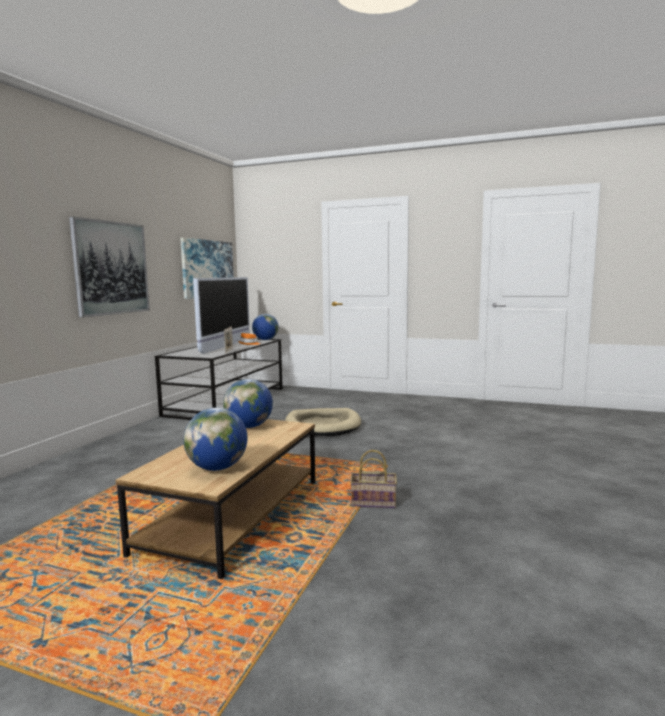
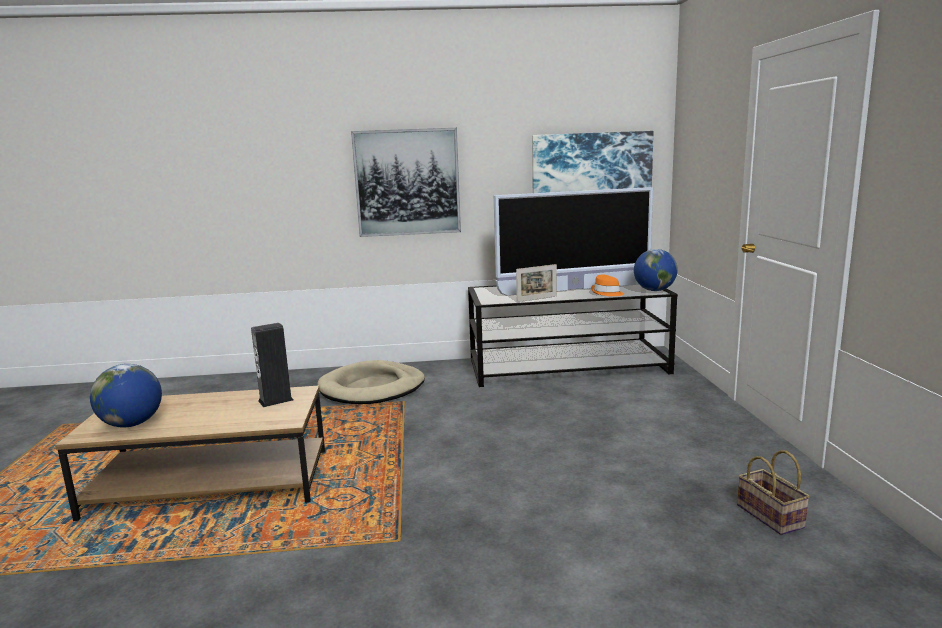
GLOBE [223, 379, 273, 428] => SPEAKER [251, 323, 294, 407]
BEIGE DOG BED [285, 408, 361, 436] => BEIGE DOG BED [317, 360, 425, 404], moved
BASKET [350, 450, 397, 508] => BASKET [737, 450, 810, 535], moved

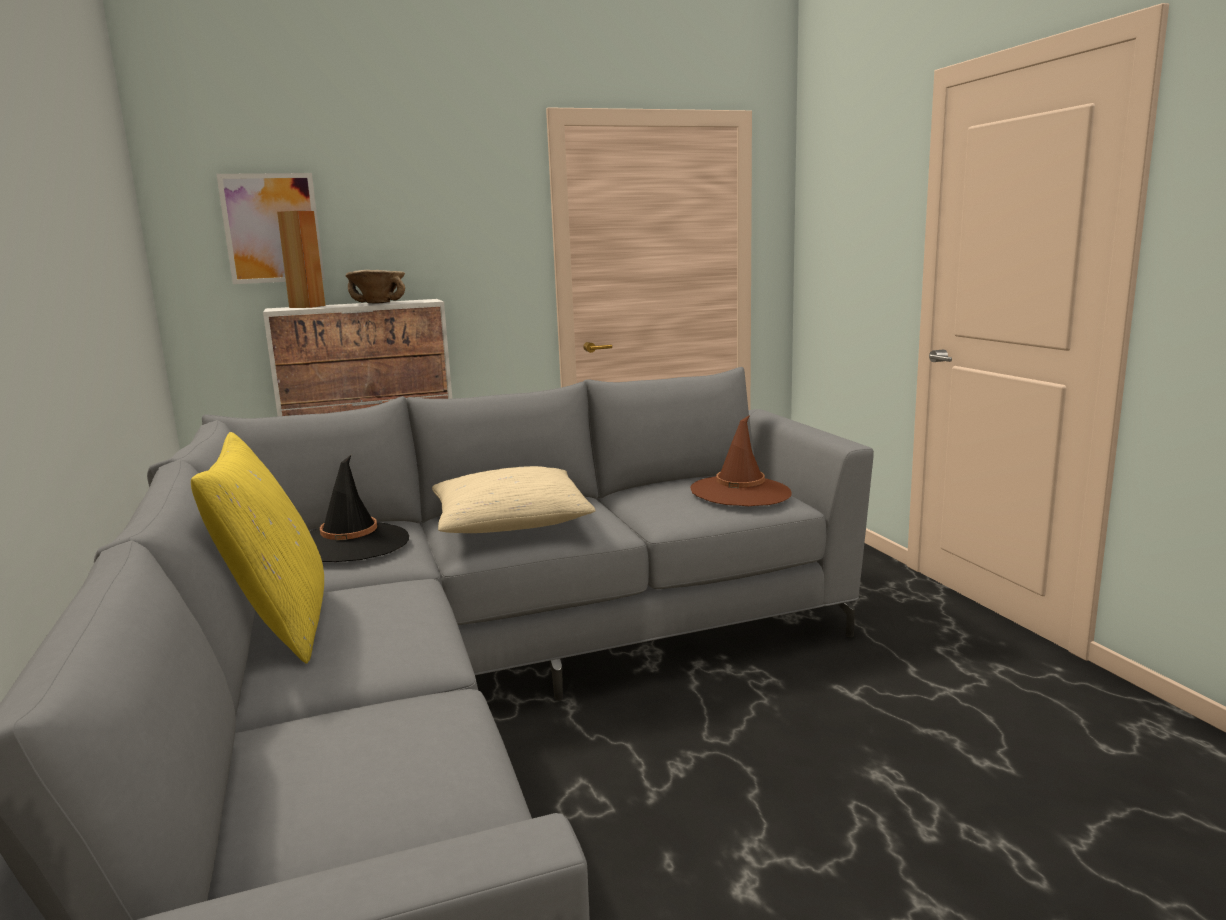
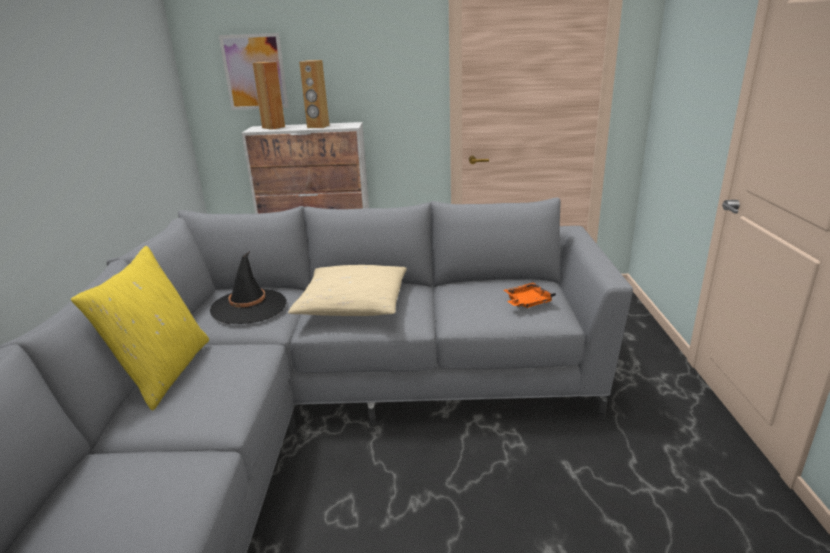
BEIGE BOWL [345, 270, 405, 304] => BROWN SPEAKER [299, 60, 329, 128]
BROWN HAT [690, 415, 792, 506] => ORANGE TRAY [504, 283, 556, 308]

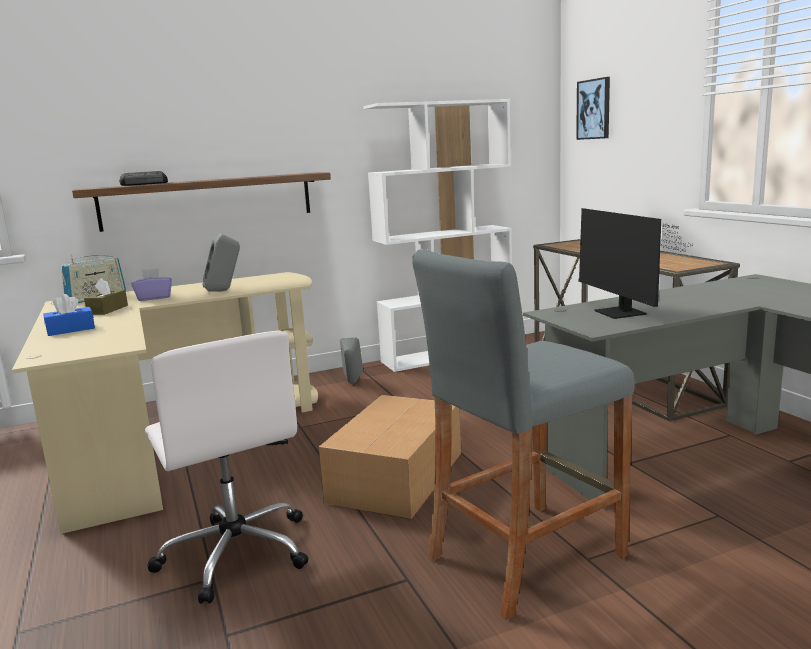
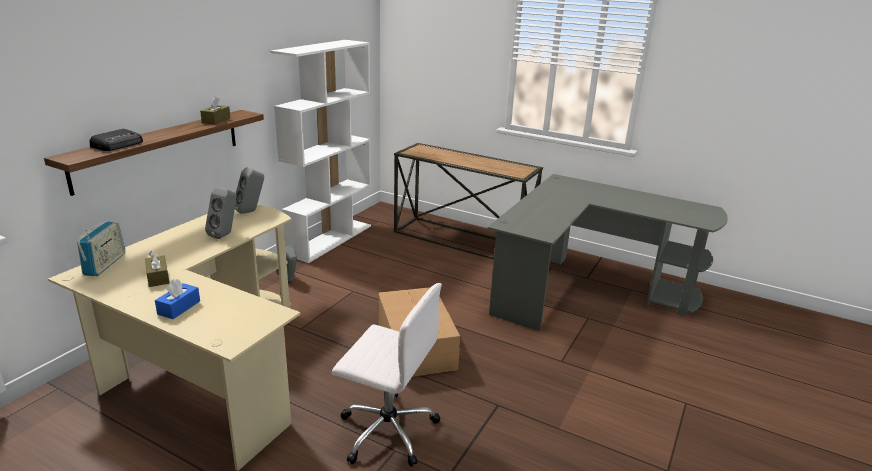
PURPLE TISSUE BOX [131, 268, 172, 301] => nothing
GREY STOOL [412, 249, 635, 620] => nothing
PICTURE [576, 77, 610, 140] => nothing
MONITOR [578, 208, 693, 319] => nothing
nothing => BROWN TISSUE BOX [200, 97, 230, 124]
nothing => GREY SPEAKER [235, 167, 264, 214]

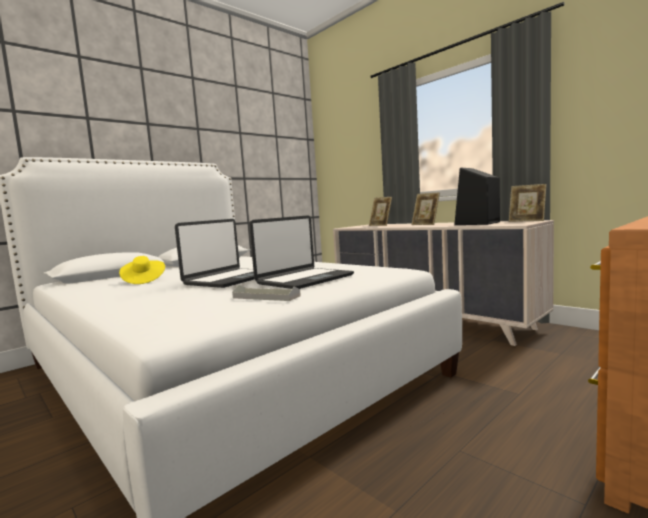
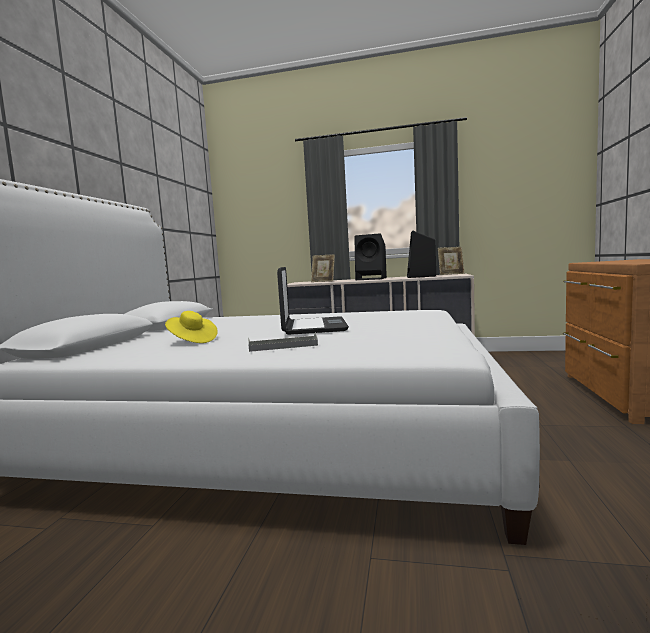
GREY TRAY [232, 285, 301, 301] => GREY TRAY [248, 332, 318, 352], moved
LAPTOP [249, 215, 354, 289] => nothing
PICTURE FRAME [412, 192, 440, 225] => BLACK SPEAKER [354, 233, 387, 280]

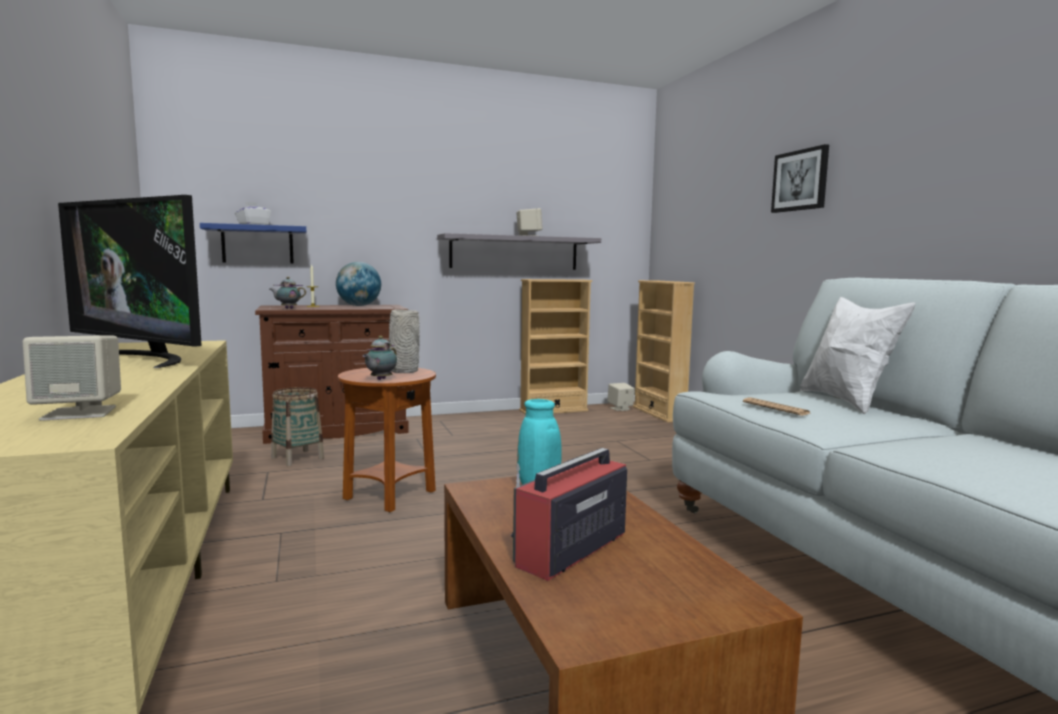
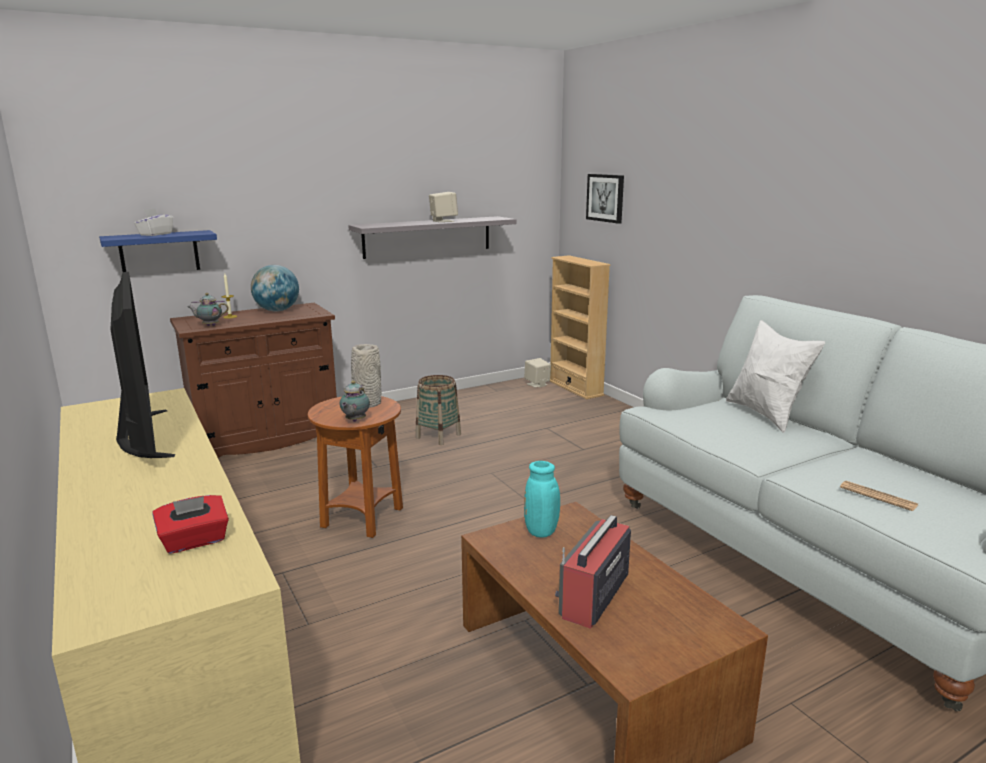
BEIGE SPEAKER [23, 335, 121, 421] => RED TISSUE BOX [152, 495, 229, 554]
TELEVISION [58, 195, 202, 368] => TELEVISION [110, 272, 175, 458], 135 degrees counterclockwise
BASKET [271, 387, 324, 466] => BASKET [416, 375, 461, 445], moved
BEIGE BOOKCASE [519, 279, 592, 415] => nothing
NEWSPAPER [743, 398, 812, 416] => NEWSPAPER [840, 481, 918, 511], moved
PICTURE [771, 144, 829, 213] => PICTURE [586, 174, 624, 224], moved

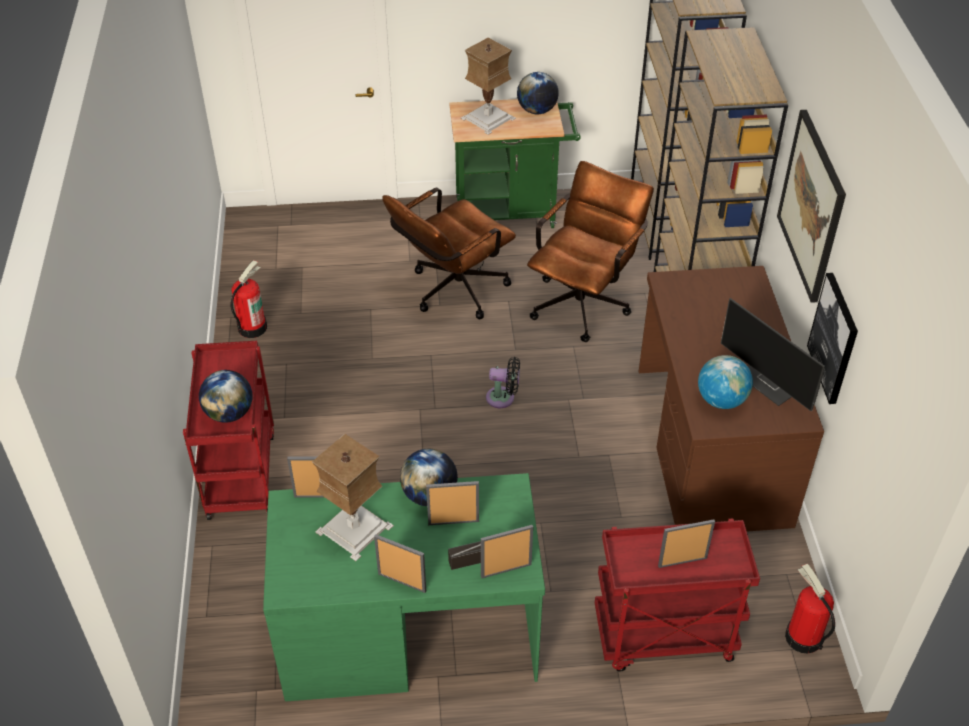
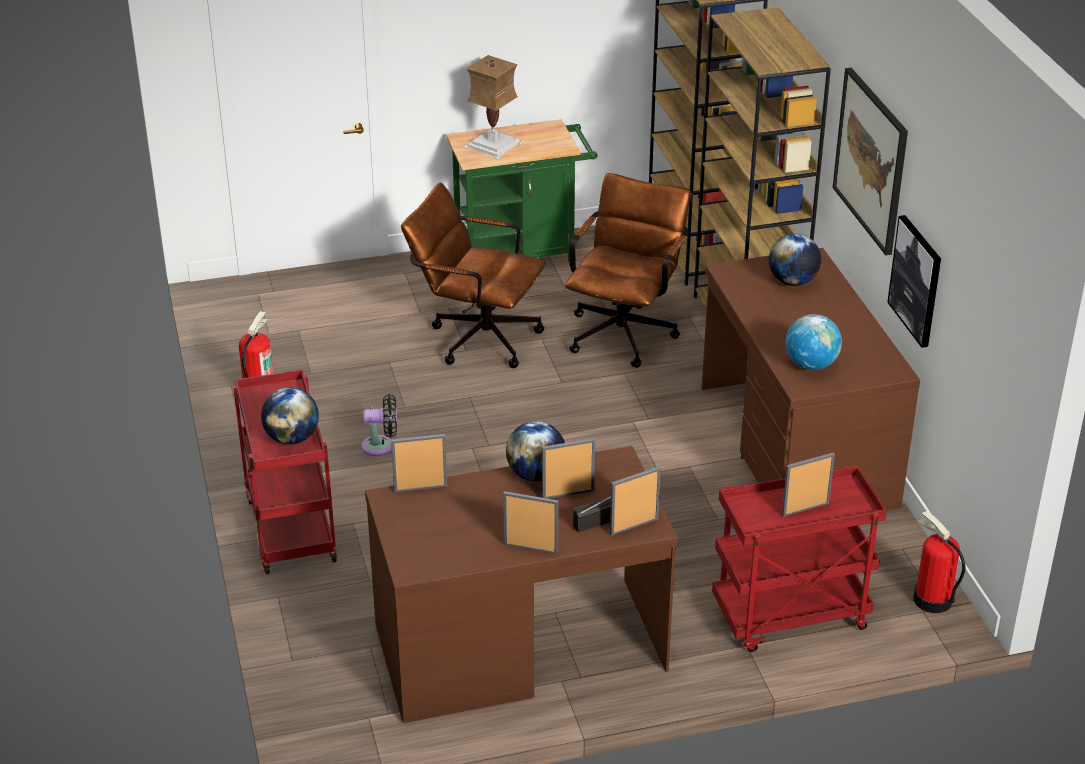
GREEN DESK [263, 473, 545, 701] => BROWN DESK [365, 446, 678, 723]
TABLE LAMP [312, 434, 394, 561] => nothing
BROWN OFFICE CHAIR [382, 188, 516, 319] => BROWN OFFICE CHAIR [401, 183, 546, 368], 75 degrees clockwise
BLACK FAN [486, 357, 520, 408] => BLACK FAN [362, 394, 397, 456], moved
GLOBE [517, 72, 559, 115] => GLOBE [769, 233, 821, 286], moved
MONITOR [721, 298, 825, 411] => nothing

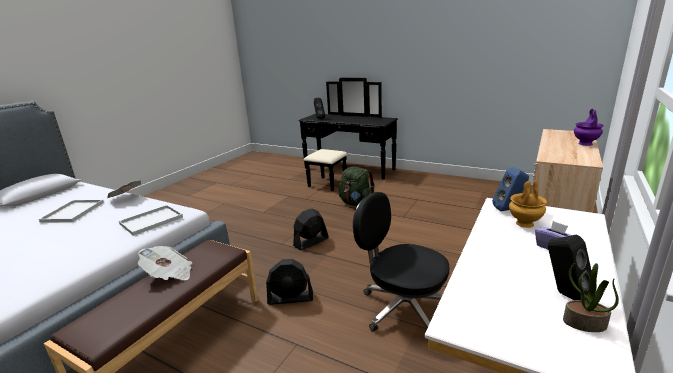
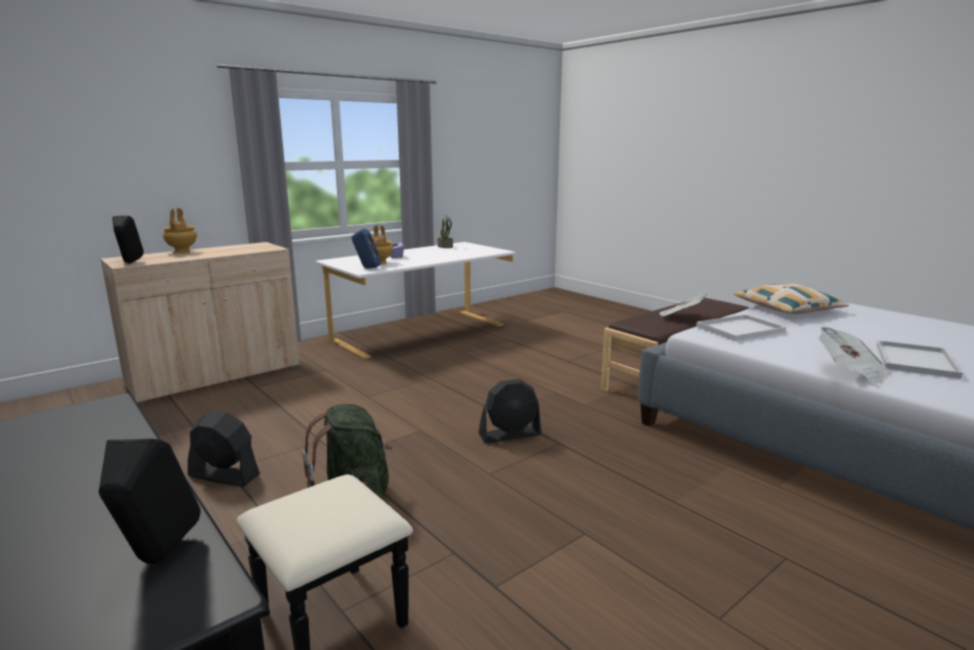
BLACK FAN [266, 259, 313, 305] => BLACK FAN [188, 411, 260, 487], moved
BLACK OFFICE CHAIR [353, 192, 449, 340] => nothing
BLACK SPEAKER [548, 235, 591, 300] => BLACK SPEAKER [112, 216, 144, 264], moved
PURPLE VASE [574, 109, 604, 146] => BROWN VASE [162, 208, 197, 253]
nothing => PILLOW [734, 283, 849, 314]

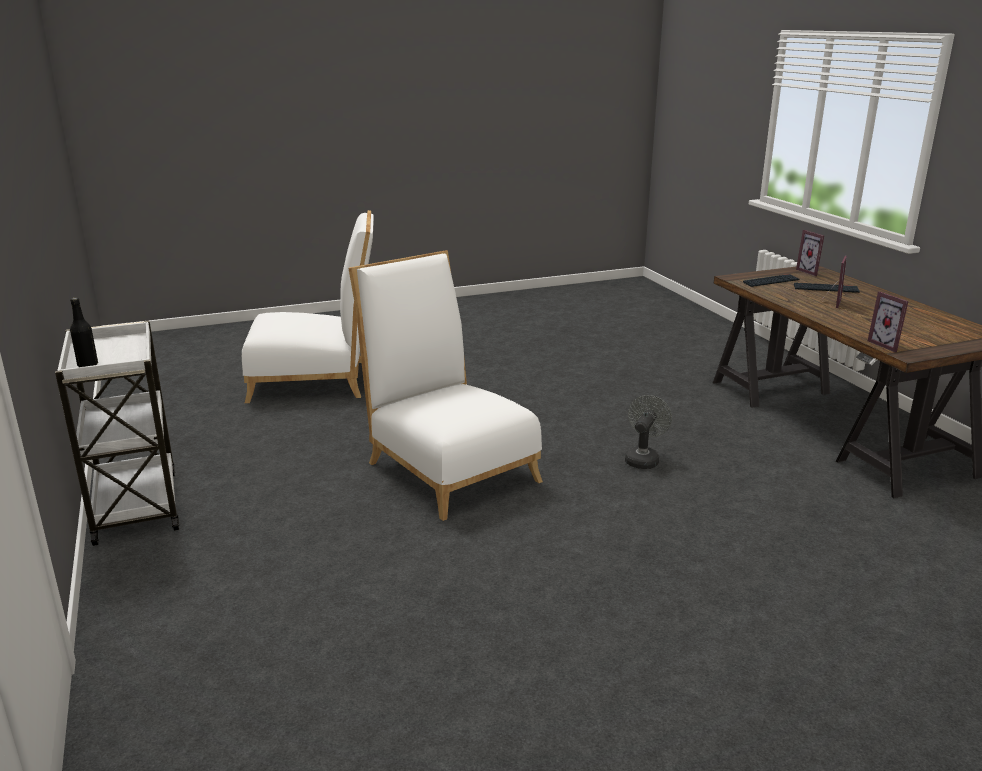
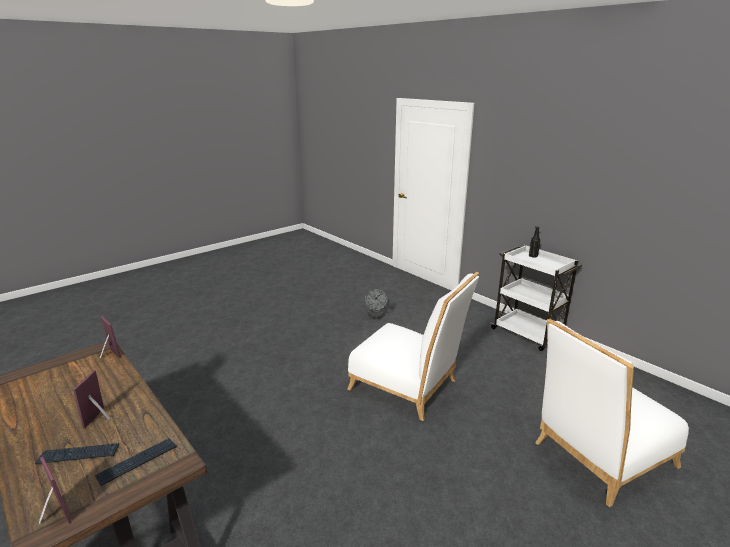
GREY FAN [625, 395, 672, 469] => GREY FAN [365, 289, 387, 318], moved

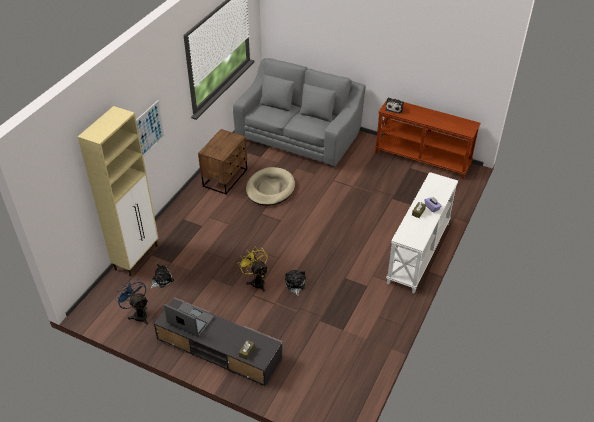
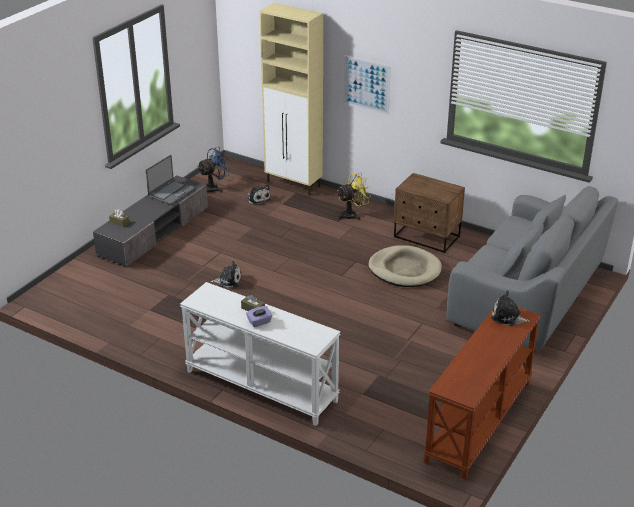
YELLOW FAN [238, 247, 268, 292] => YELLOW FAN [337, 173, 371, 220], moved

